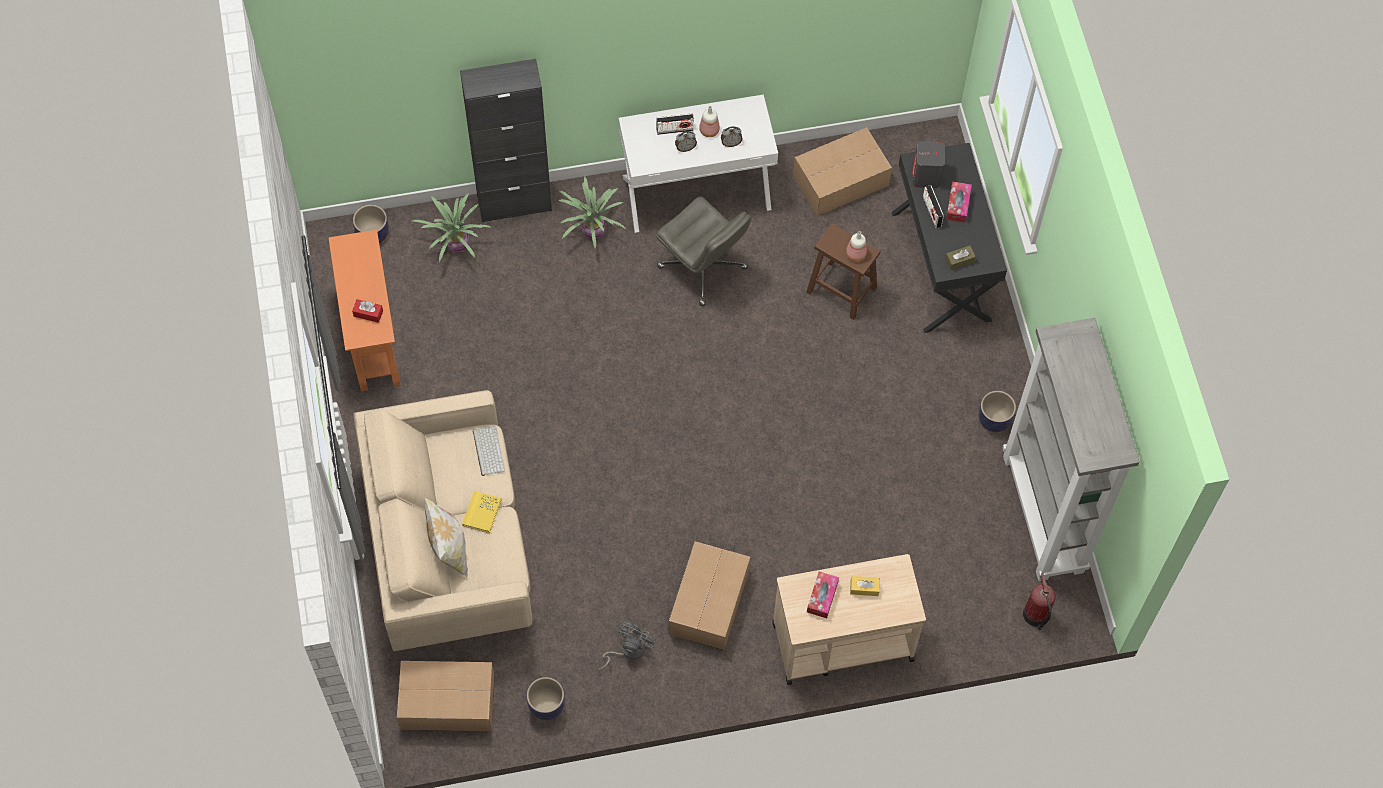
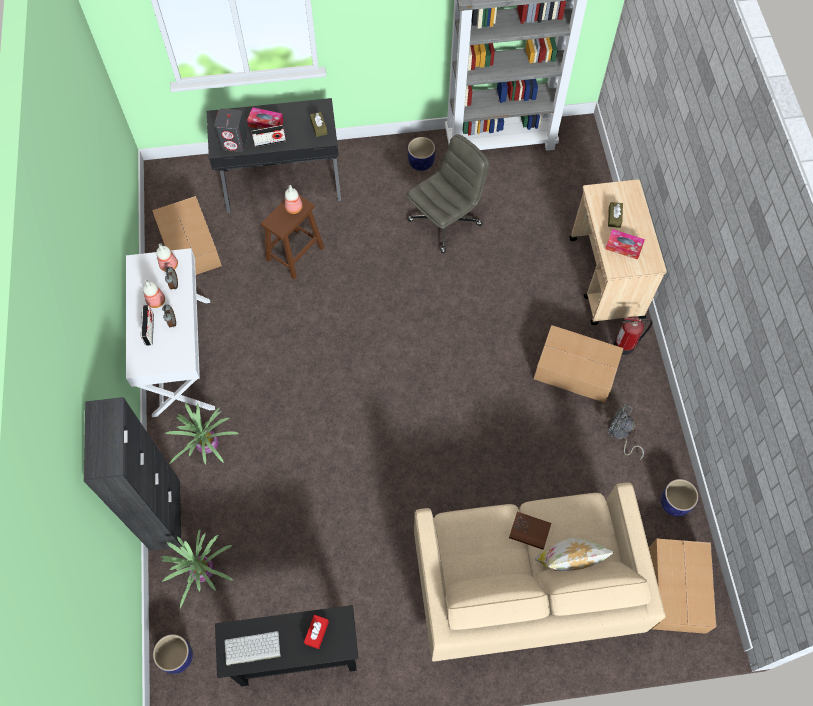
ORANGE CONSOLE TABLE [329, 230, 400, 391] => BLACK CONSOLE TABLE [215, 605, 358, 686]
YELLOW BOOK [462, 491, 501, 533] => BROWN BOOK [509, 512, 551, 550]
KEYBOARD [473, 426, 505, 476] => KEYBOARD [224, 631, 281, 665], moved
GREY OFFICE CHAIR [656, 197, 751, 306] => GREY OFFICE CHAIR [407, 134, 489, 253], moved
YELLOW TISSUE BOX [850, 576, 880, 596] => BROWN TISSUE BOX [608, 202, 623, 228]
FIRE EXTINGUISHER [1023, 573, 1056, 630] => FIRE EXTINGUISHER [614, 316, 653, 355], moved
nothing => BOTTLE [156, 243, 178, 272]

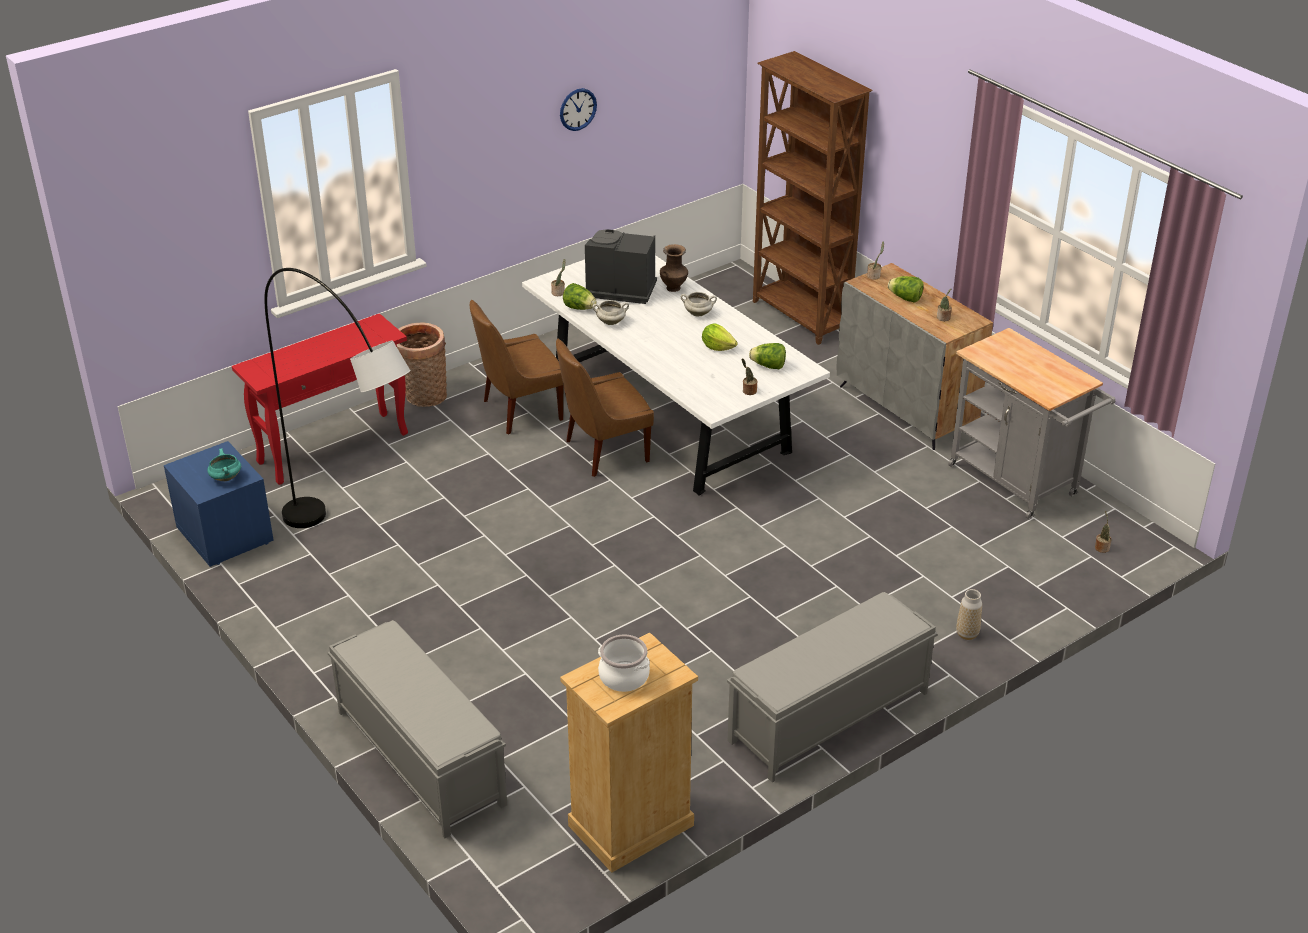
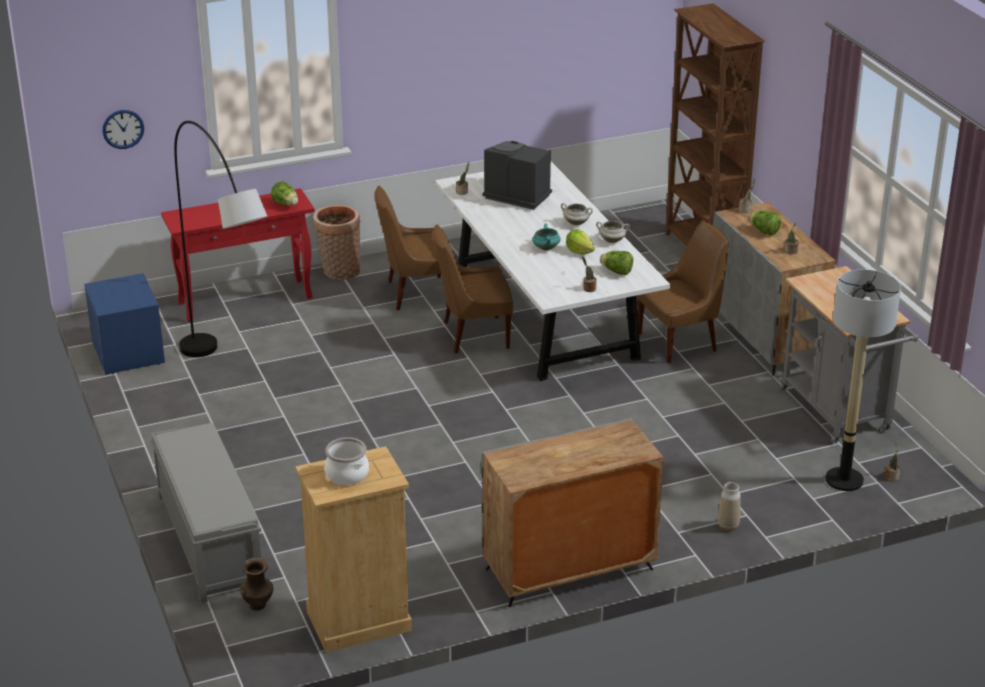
TURQUOISE COOKING POT [207, 448, 241, 481] => TURQUOISE COOKING POT [532, 223, 561, 250], moved
WALL CLOCK [560, 88, 597, 131] => WALL CLOCK [103, 110, 144, 149], moved
LETTUCE [563, 283, 597, 310] => LETTUCE [271, 181, 298, 206], moved
WHITE COOKING POT [593, 300, 629, 325] => WHITE COOKING POT [596, 221, 630, 243], moved
BROWN VASE [660, 244, 688, 292] => BROWN VASE [240, 558, 273, 611], moved
GREY BENCH [727, 592, 937, 783] => GREY CABINET [481, 418, 664, 607]
nothing => BROWN CHAIR [636, 221, 729, 363]
nothing => FLOOR LAMP [825, 269, 901, 491]

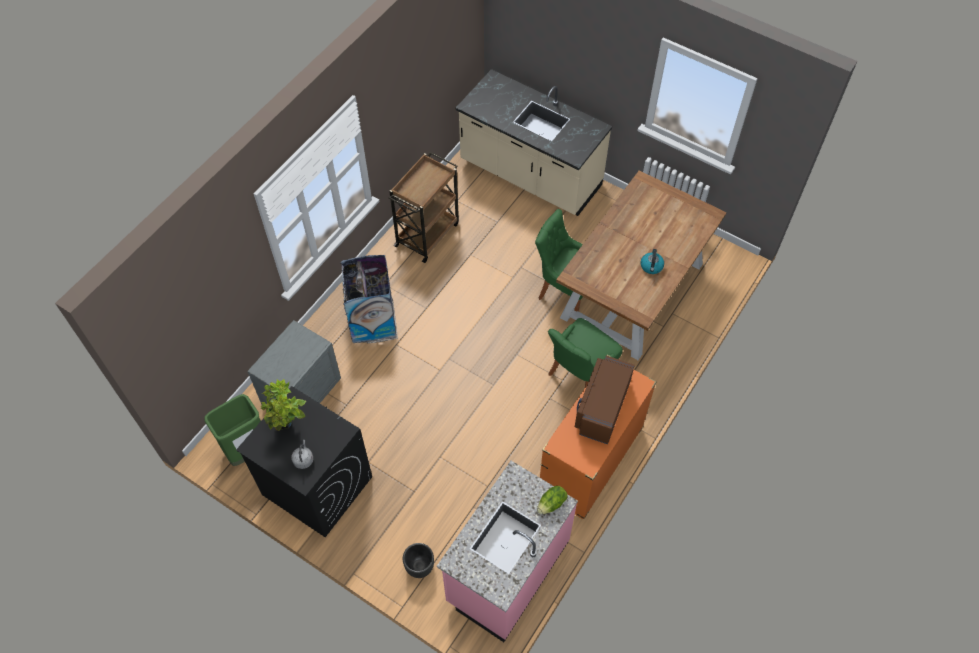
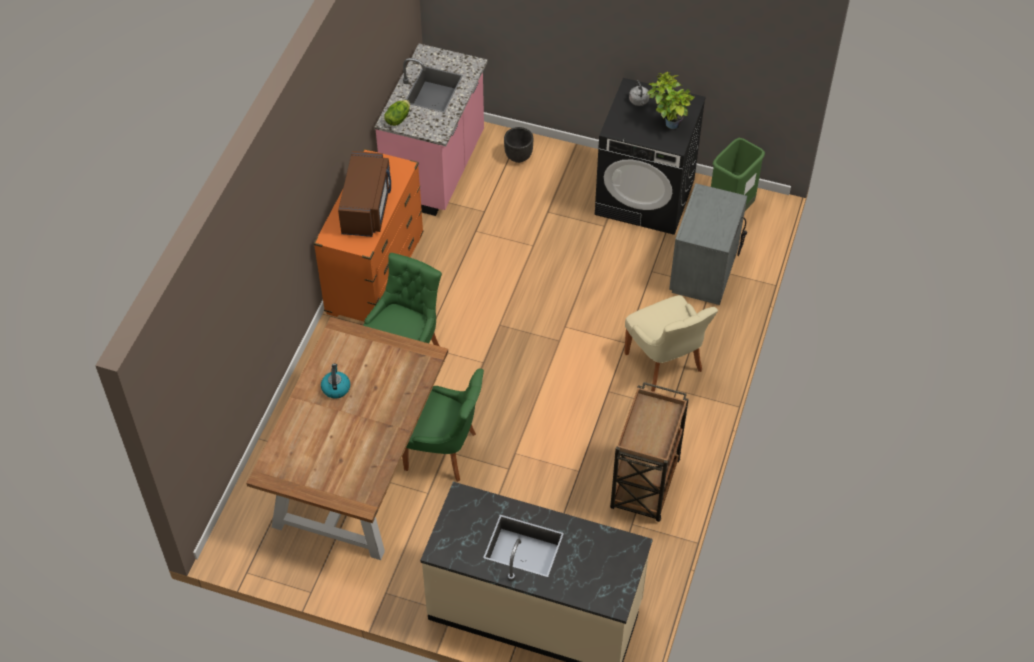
TRASH CAN [340, 255, 398, 344] => BEIGE CHAIR [624, 295, 718, 392]

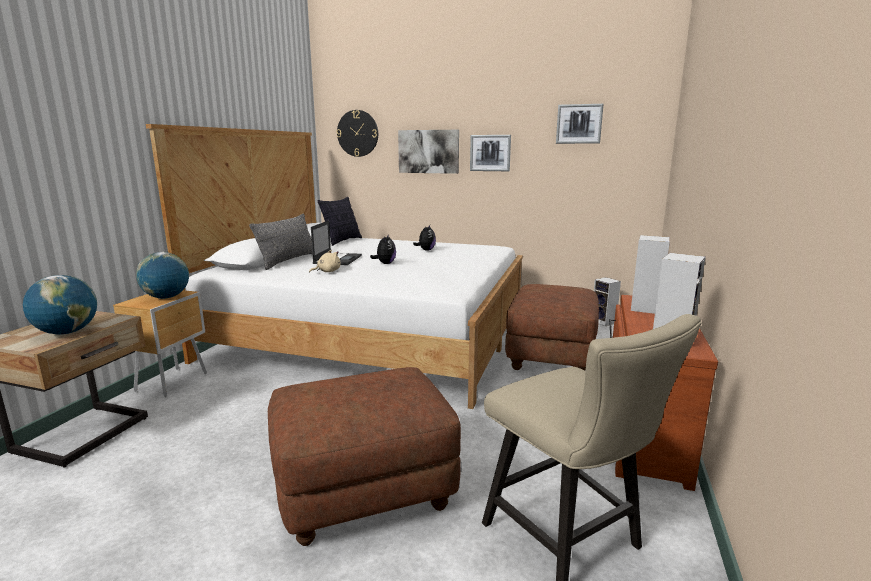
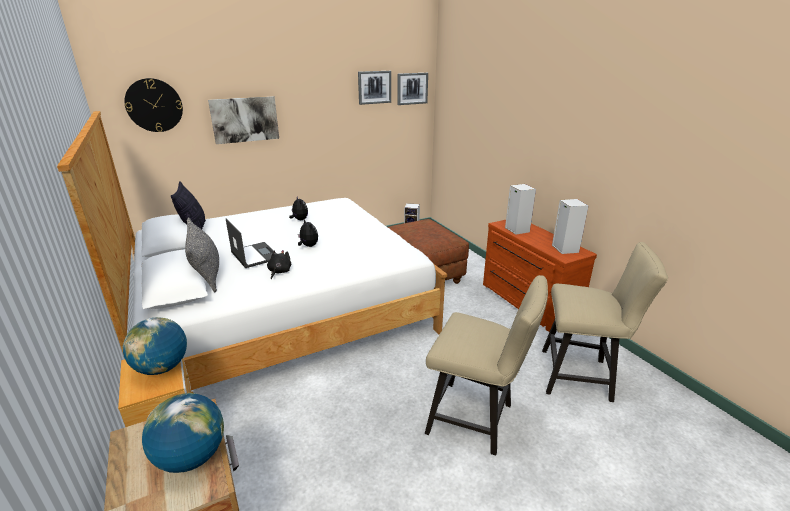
BROWN OTTOMAN [268, 367, 461, 546] => BEIGE CHAIR [425, 275, 548, 455]
BEIGE PLUSH TOY [309, 250, 341, 273] => BLACK PLUSH TOY [267, 250, 291, 279]
PICTURE [470, 135, 511, 171] => PICTURE [398, 73, 428, 105], moved

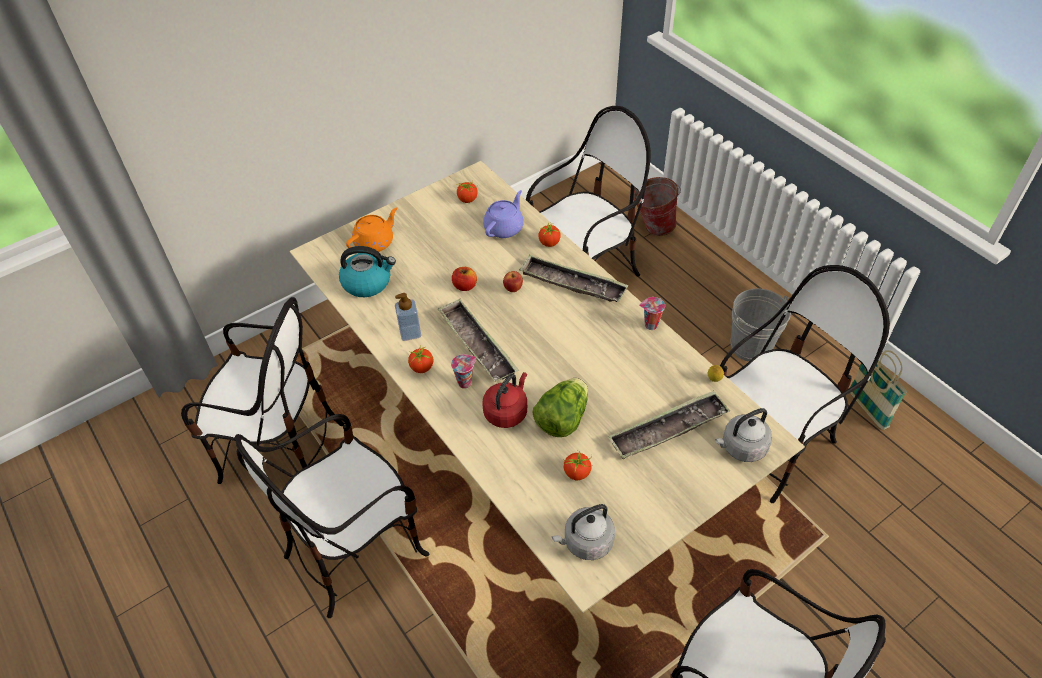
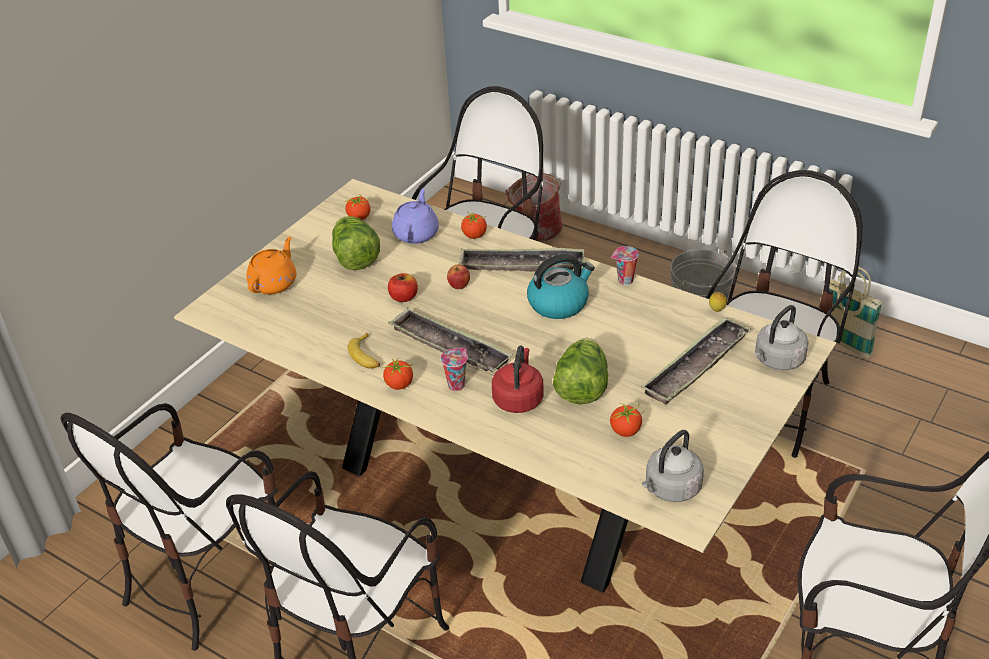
CHAIR [181, 297, 345, 484] => CHAIR [61, 403, 278, 651], 135 degrees clockwise
KETTLE [339, 246, 396, 297] => KETTLE [527, 254, 595, 319], moved
SOAP DISPENSER [395, 293, 421, 341] => BANANA [348, 333, 380, 369]
nothing => LETTUCE [332, 216, 380, 270]

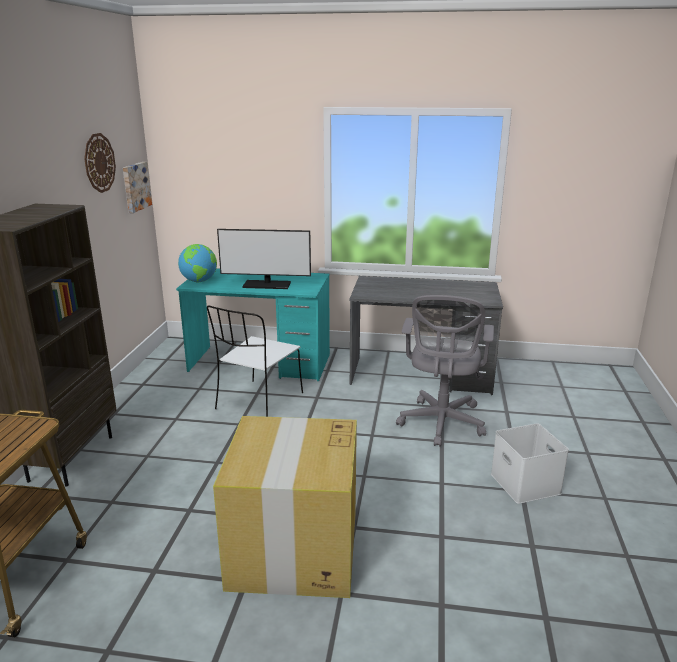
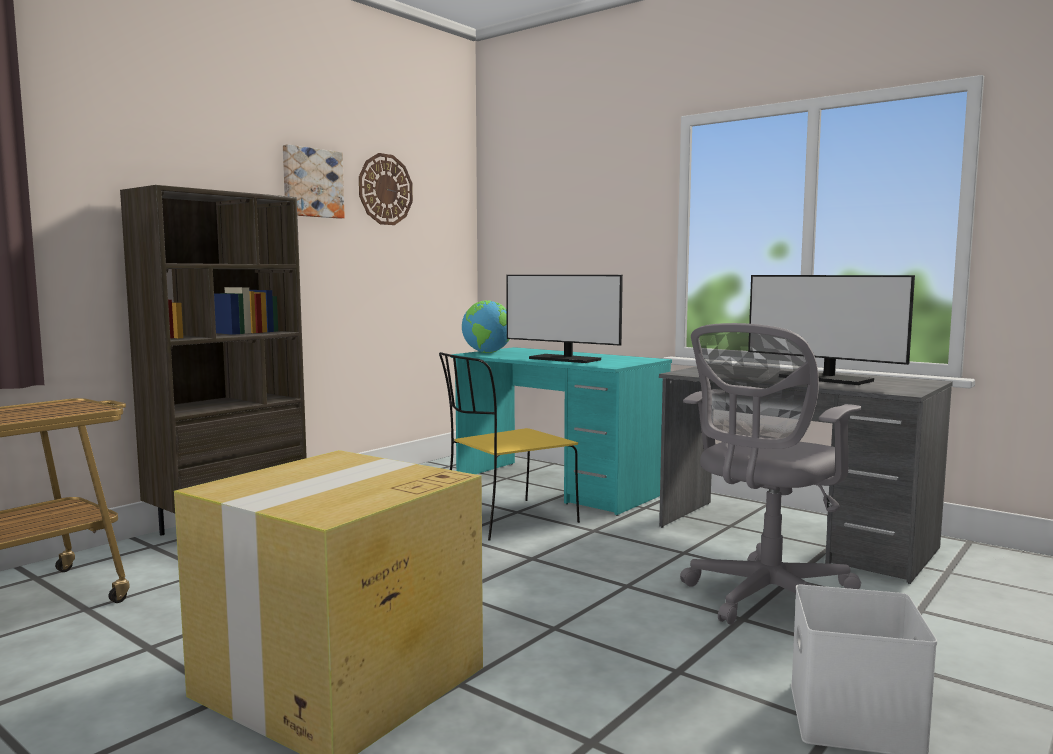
PICTURE [123, 162, 152, 213] => PICTURE [283, 144, 345, 219], moved
WHITE CHAIR [207, 306, 303, 417] => YELLOW CHAIR [439, 352, 580, 541]
nothing => MONITOR [749, 275, 915, 385]

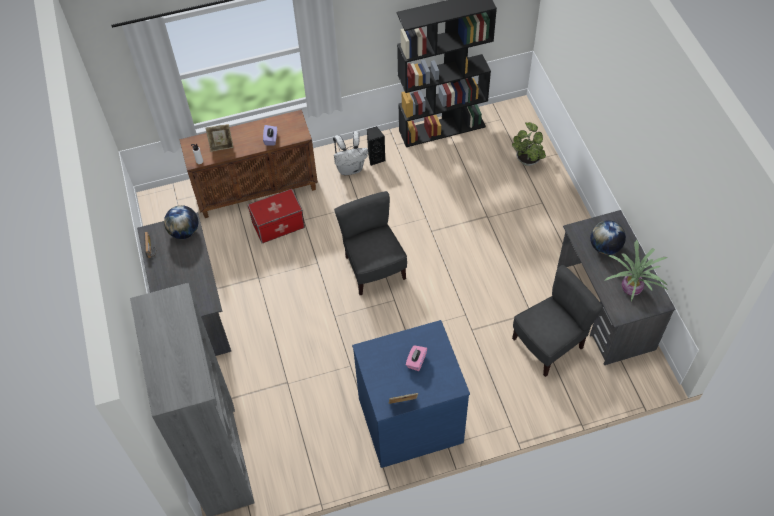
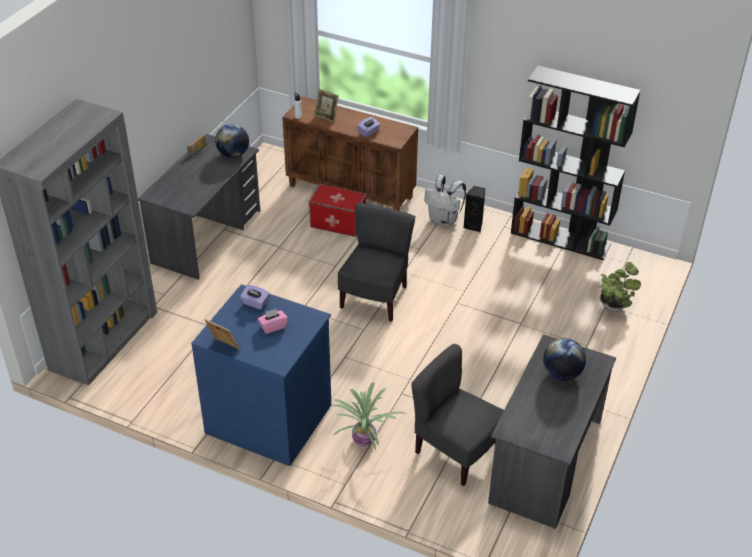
GREY CHAIR [512, 265, 603, 377] => GREY CHAIR [411, 344, 504, 486], 150 degrees counterclockwise
POTTED PLANT [604, 239, 668, 301] => POTTED PLANT [333, 382, 407, 450], moved
nothing => PURPLE TISSUE BOX [240, 285, 270, 310]

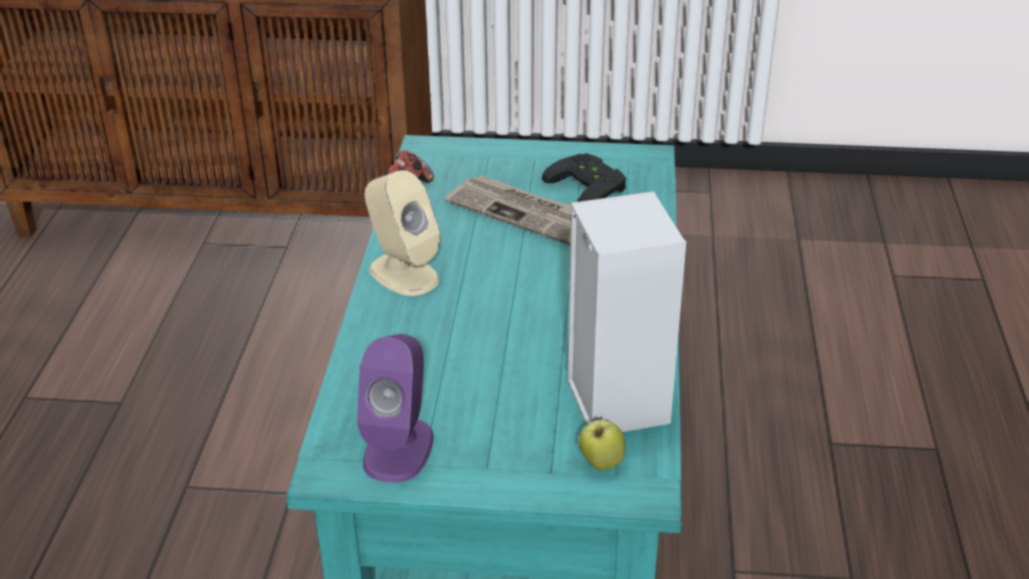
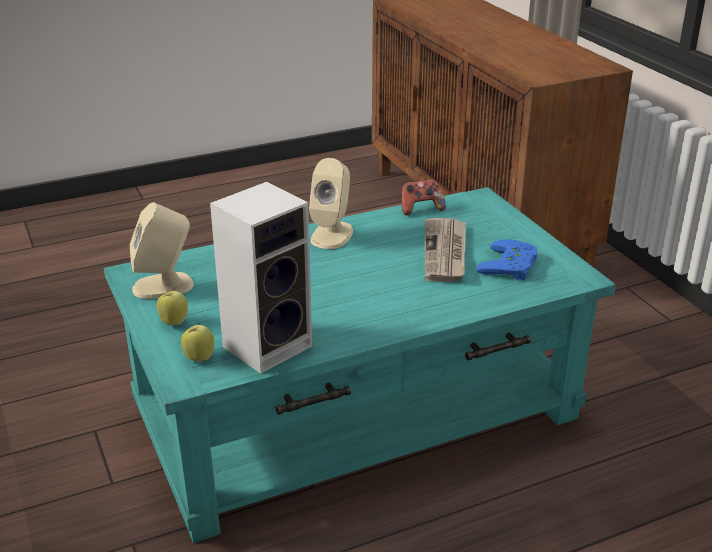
PURPLE SPEAKER [357, 334, 434, 483] => BEIGE SPEAKER [130, 202, 194, 299]
BLACK GAME CONTROLLER [542, 153, 626, 202] => BLUE GAME CONTROLLER [477, 239, 537, 280]
nothing => APPLE [157, 288, 188, 325]

